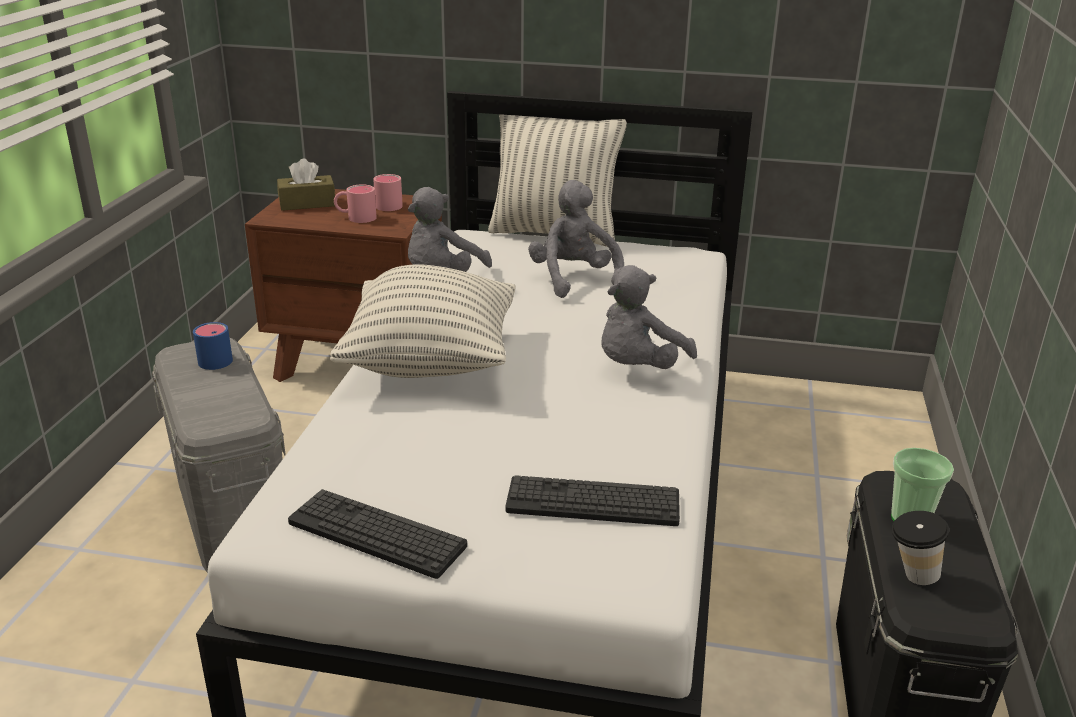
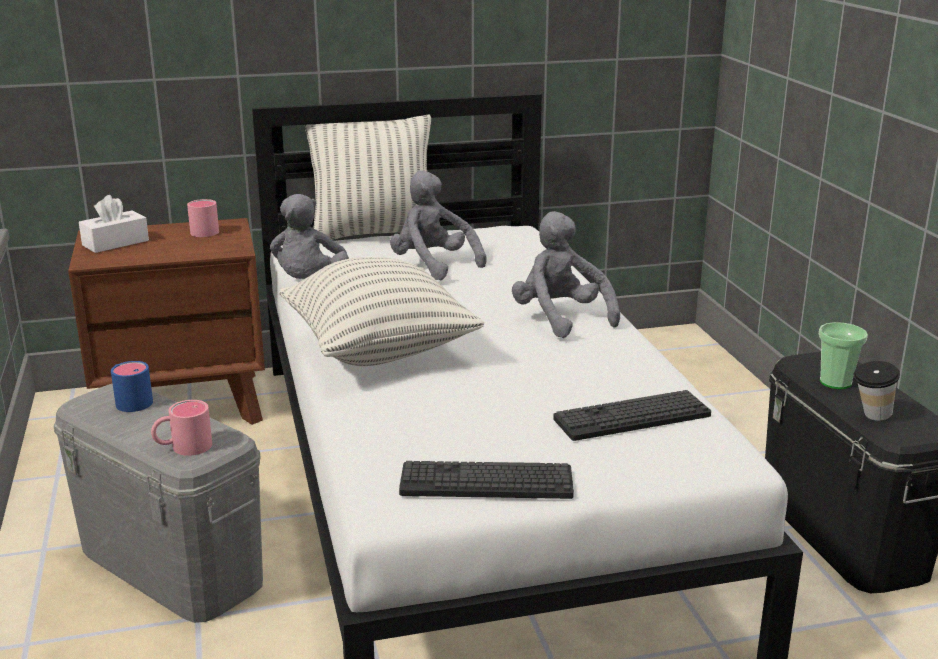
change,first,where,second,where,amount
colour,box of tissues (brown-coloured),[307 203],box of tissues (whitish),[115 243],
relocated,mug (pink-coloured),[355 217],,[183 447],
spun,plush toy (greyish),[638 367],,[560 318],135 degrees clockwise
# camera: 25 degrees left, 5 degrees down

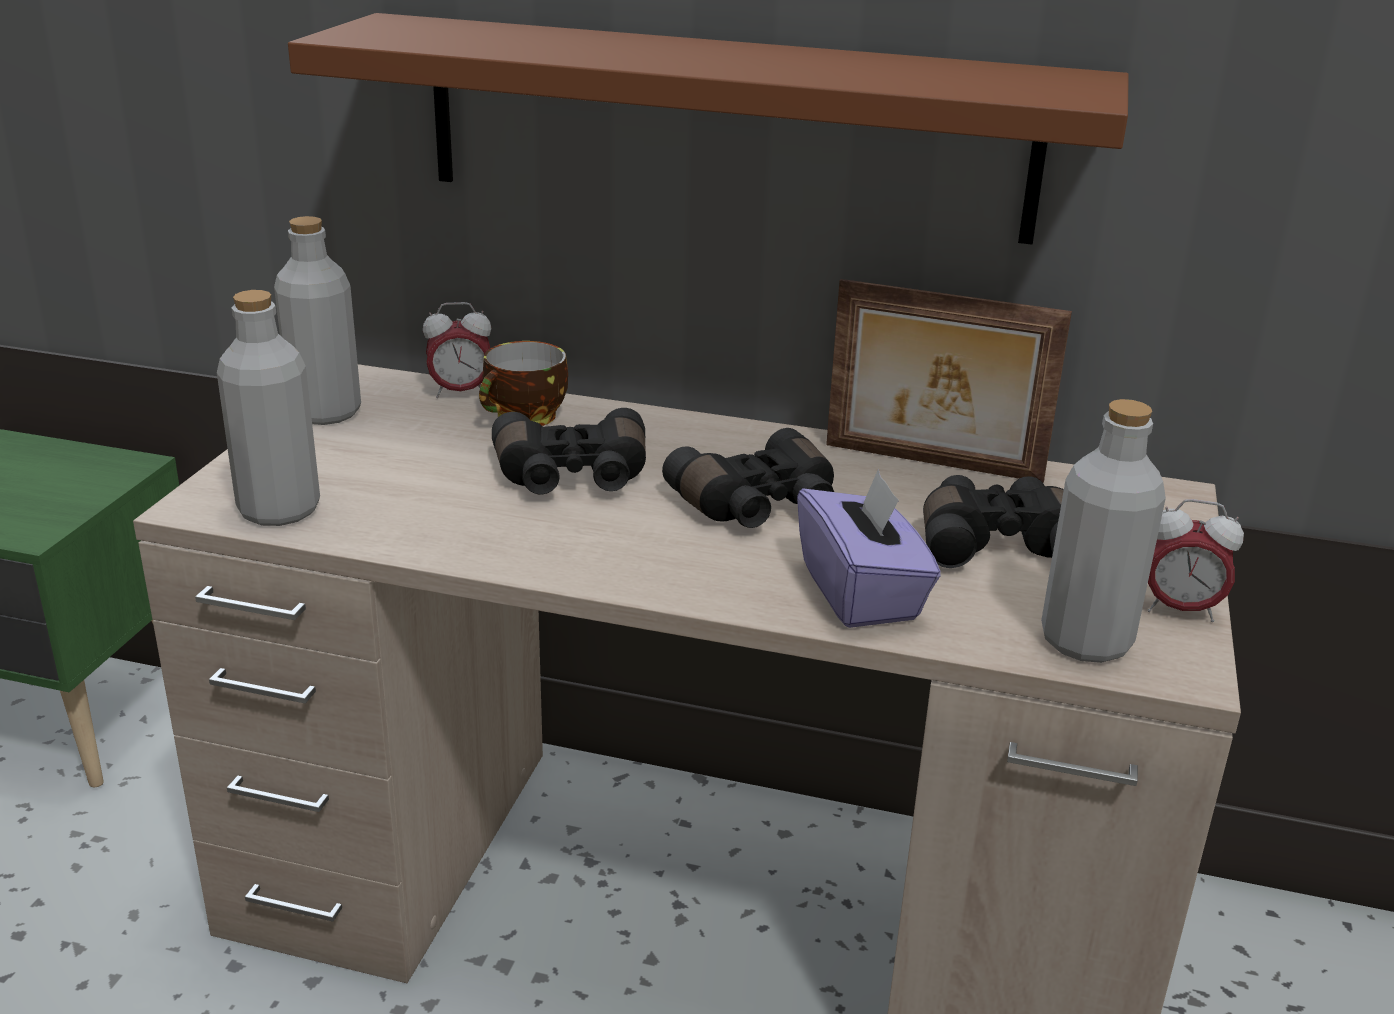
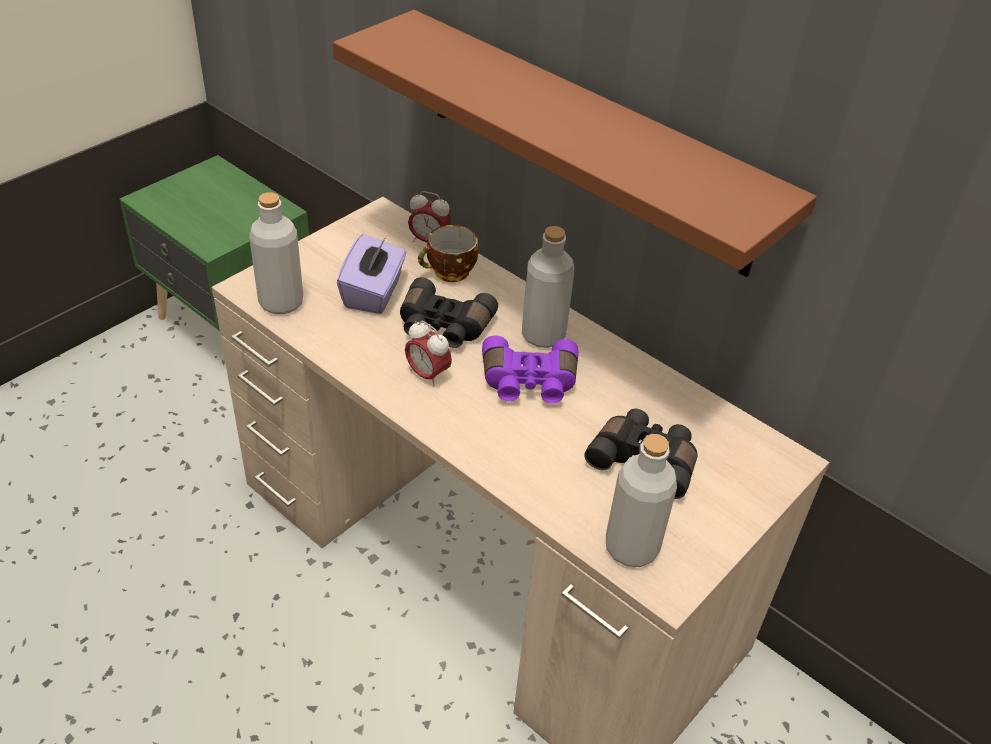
change,first,where,second,where,amount
relocated,beverage bottle (greyish),[325 412],,[543 335],
colour,binoculars (blackish),[758 505],binoculars (purplish),[528 383],
relocated,box of tissues (purplish),[861 593],,[373 293],
missing,standing frame,[932 464],,,
relocated,table clock,[1179 610],,[427 375],
# camera: 25 degrees right, 15 degrees up

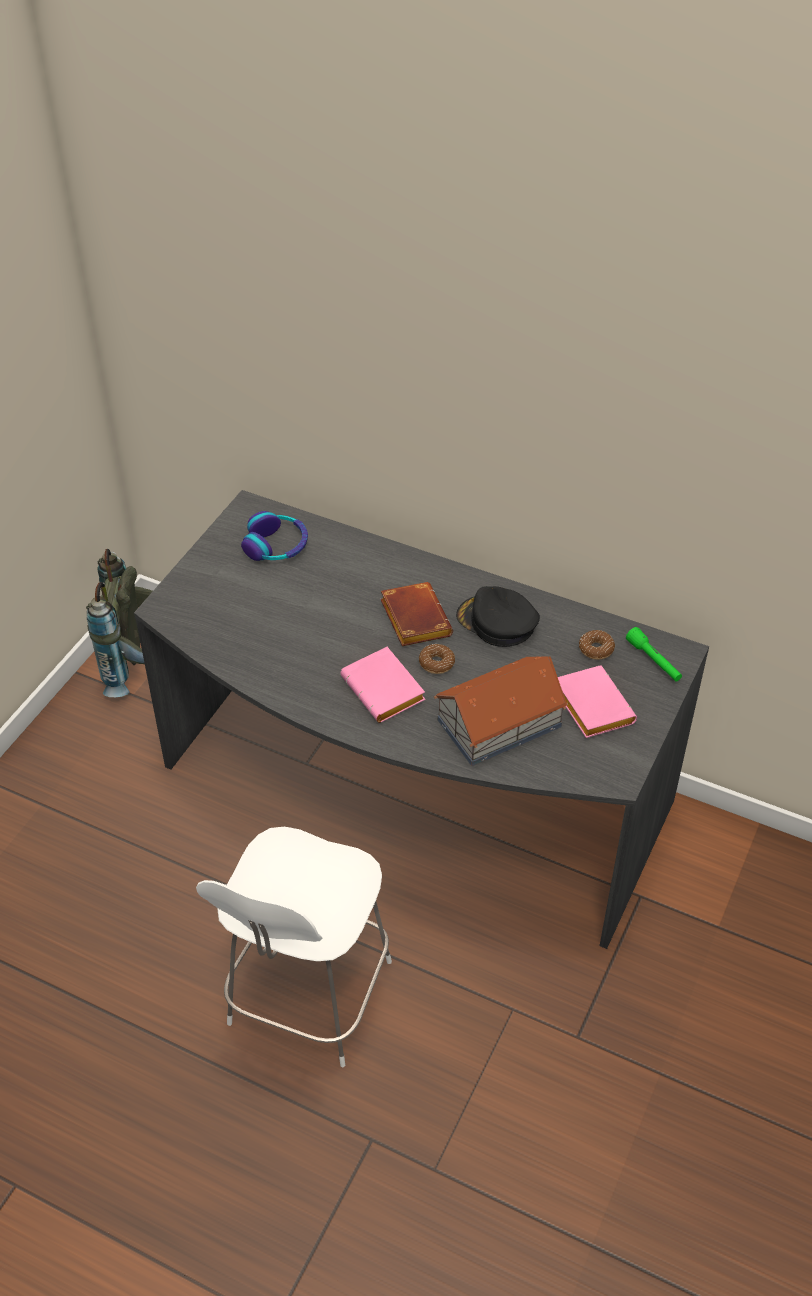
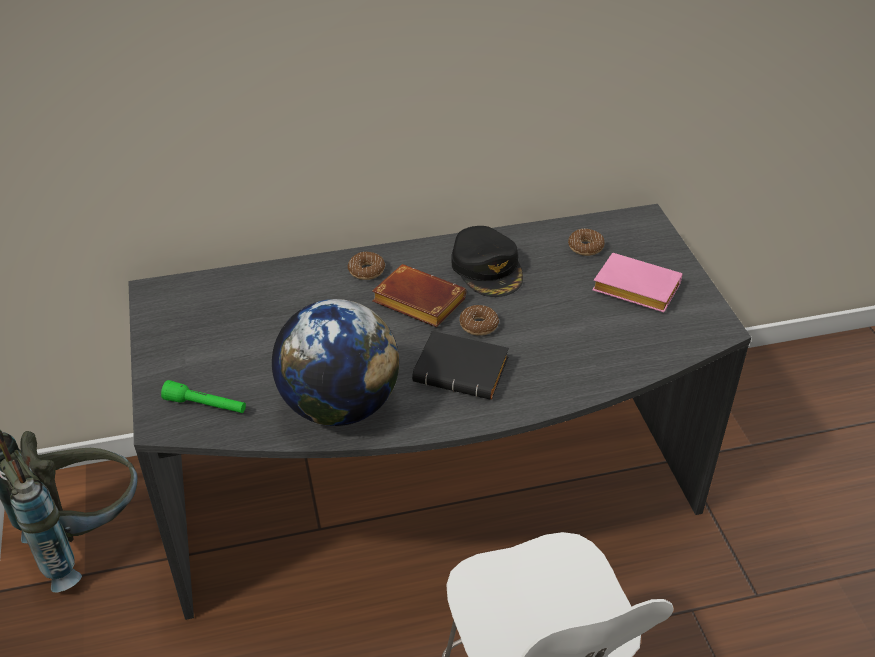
change,first,where,second,where,amount
missing,headphones,[276 546],,,
colour,book (pink-coloured),[386 691],book (blackish),[464 371],
missing,miniature house,[500 723],,,
spun,peaked cap (blackish),[497 622],,[487 268],105 degrees counterclockwise
relocated,flashlight (green),[654 661],,[206 405],
appeared,,,desk globe,[339 406],
appeared,,,ring doughnut,[366 270],
# camera: 40 degrees left, 5 degrees down

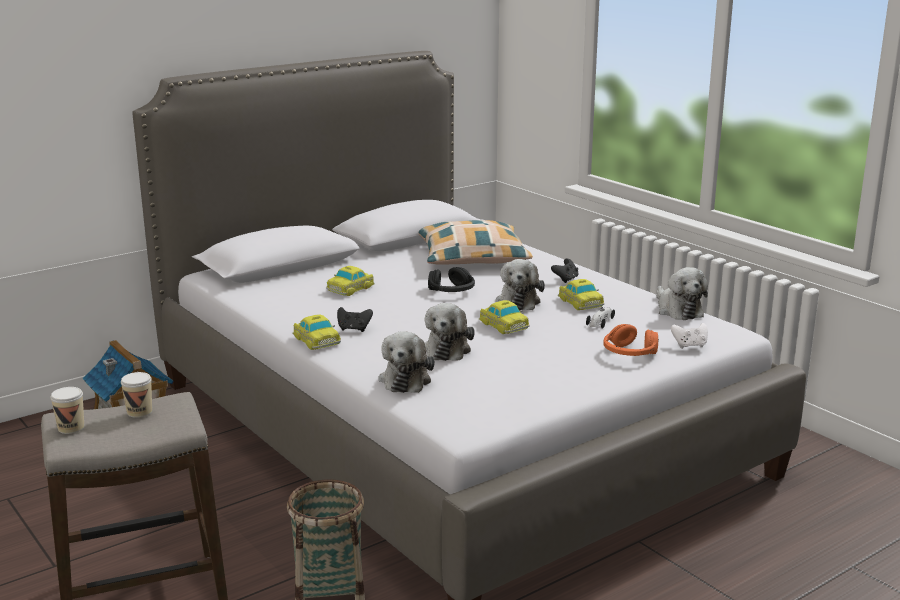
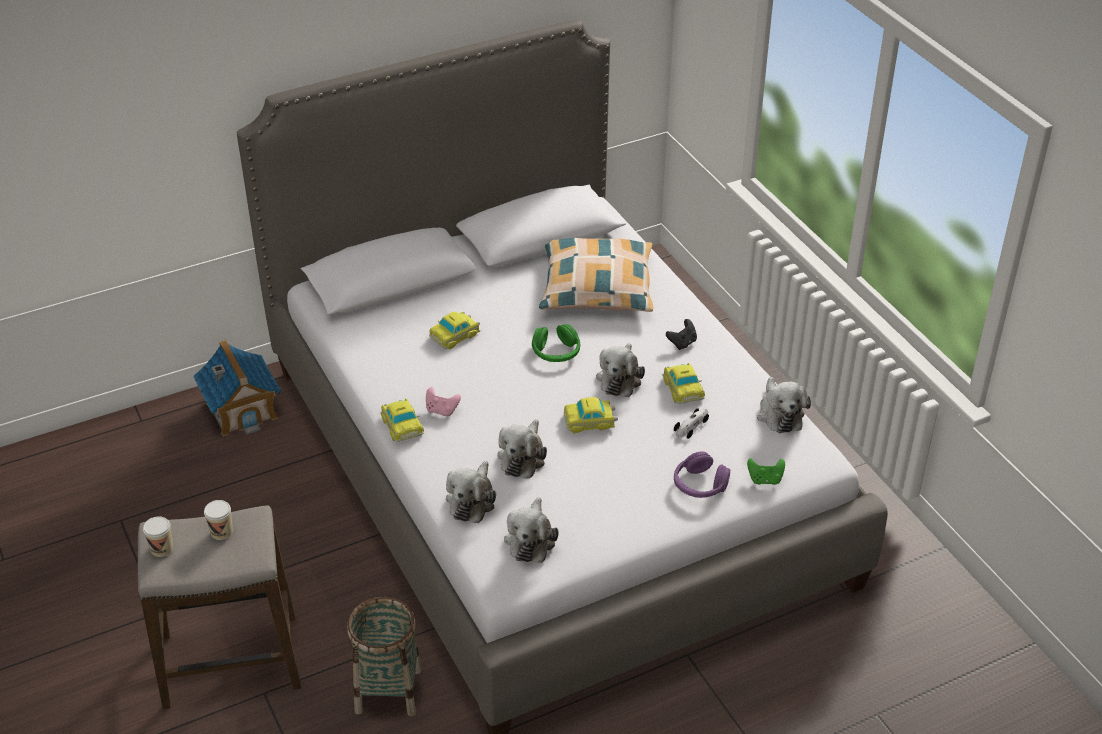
change,first,where,second,where,amount
colour,gamepad (blackish),[354 329],gamepad (pink-coloured),[442 410],
colour,headphones (blackish),[451 291],headphones (green),[556 352],
spun,toy car,[503 325],,[590 421],105 degrees clockwise
colour,headphones (orange-coloured),[629 353],headphones (purplish),[699 485],
colour,gamepad (whitish),[689 346],gamepad (green),[765 479],
appeared,,,plush toy,[531 539],
# camera: 10 degrees right, 20 degrees up

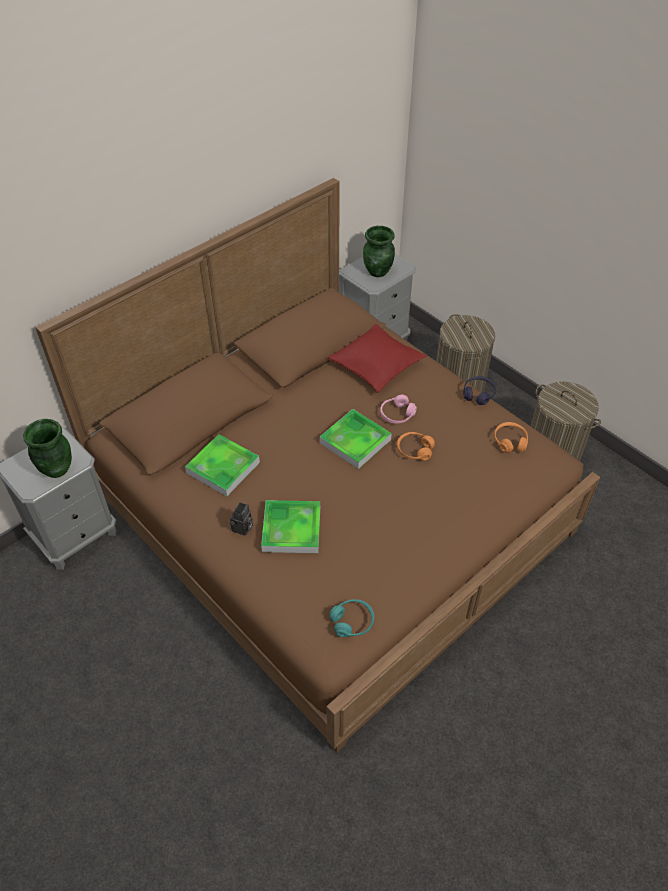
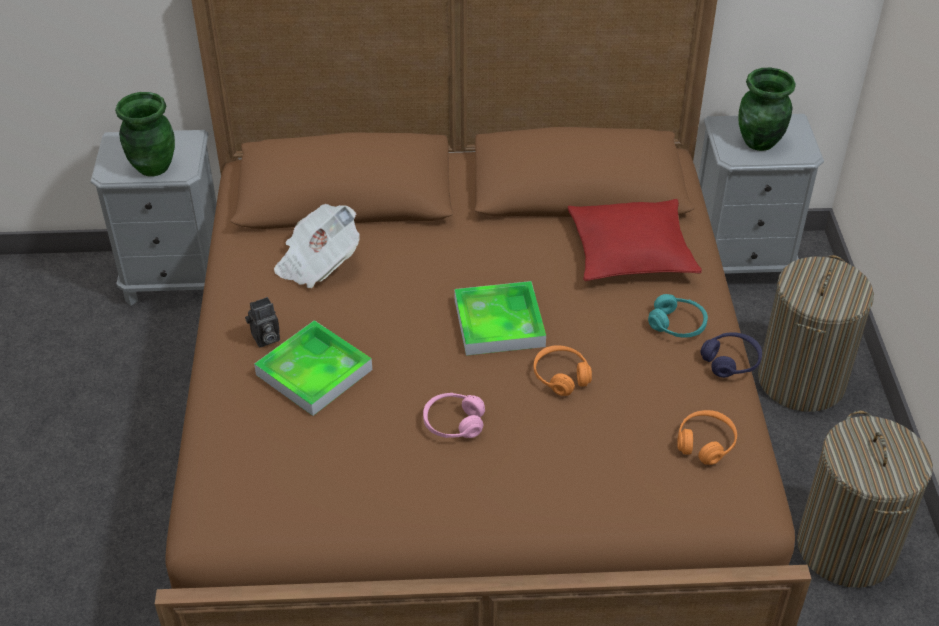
change,first,where,second,where,amount
exchanged,serving tray,[223 467],newspaper,[317 263],
relocated,headphones (turquoise-coloured),[352 622],,[677 325],
relocated,headphones (pink-coloured),[397 414],,[453 423],
# camera: 40 degrees right, 5 degrees down

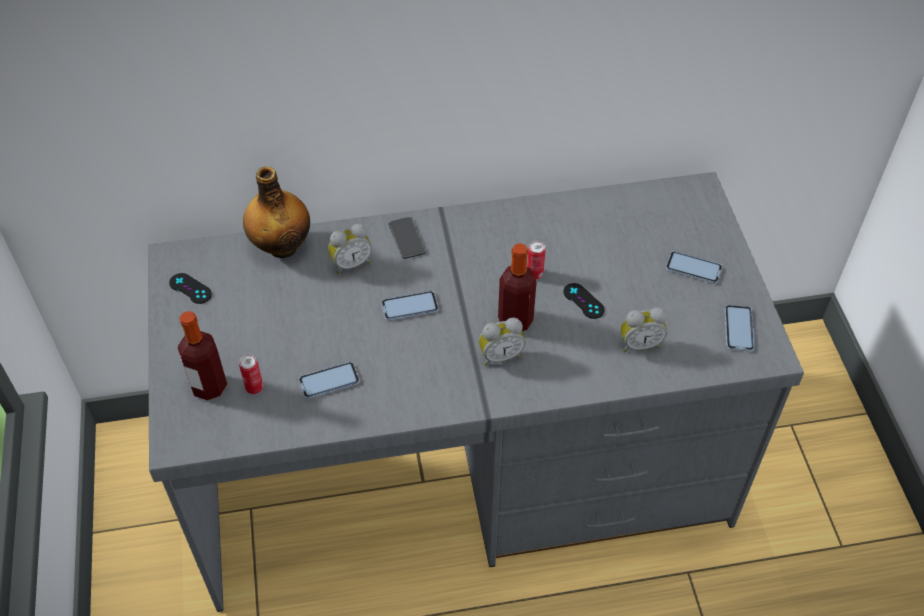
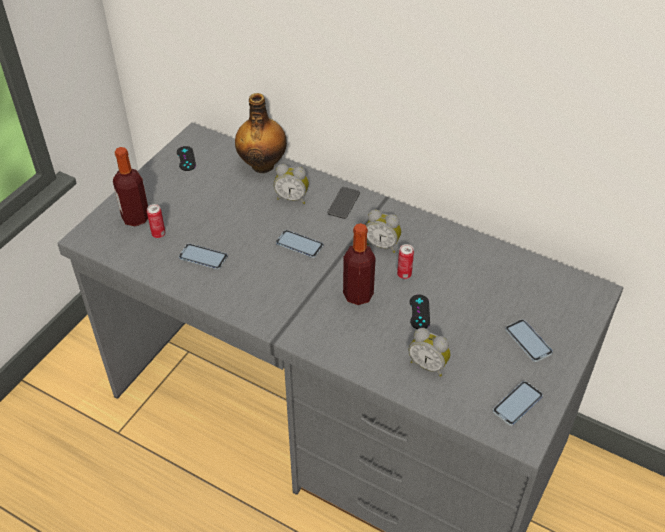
change,first,where,second,where,amount
relocated,table clock,[500 355],,[382 245],
# camera: 40 degrees right, 5 degrees down

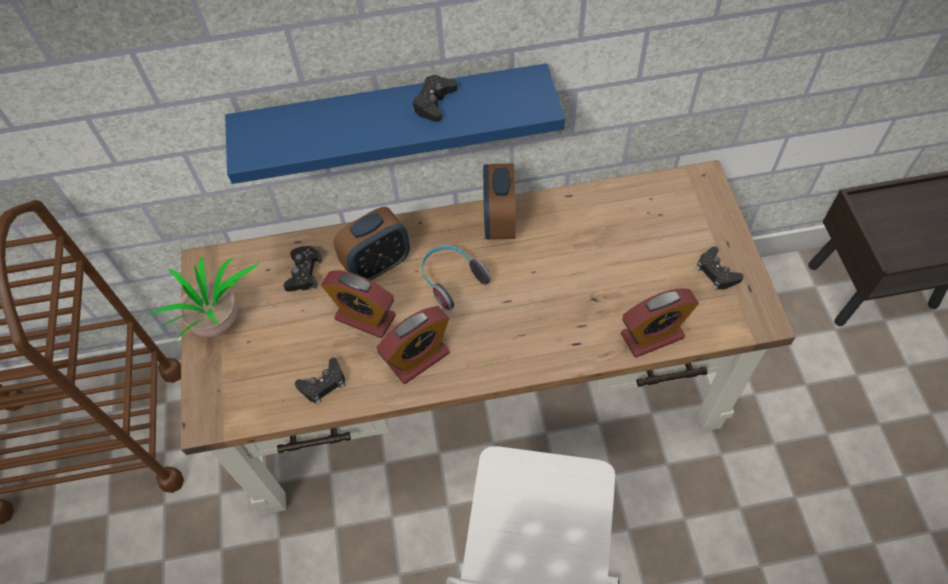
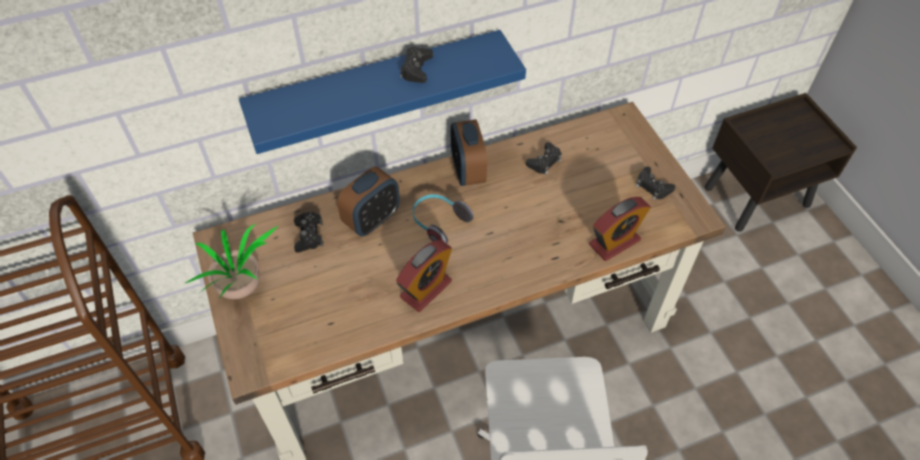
change,first,where,second,where,amount
relocated,gamepad (blackish),[323 384],,[544 162],
missing,table clock,[365 317],,,
# camera: 15 degrees left, 5 degrees down

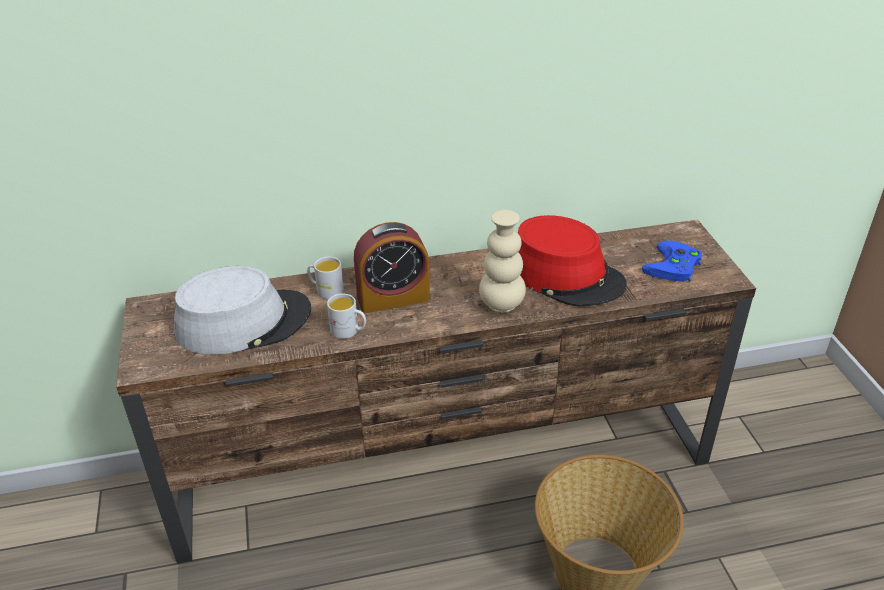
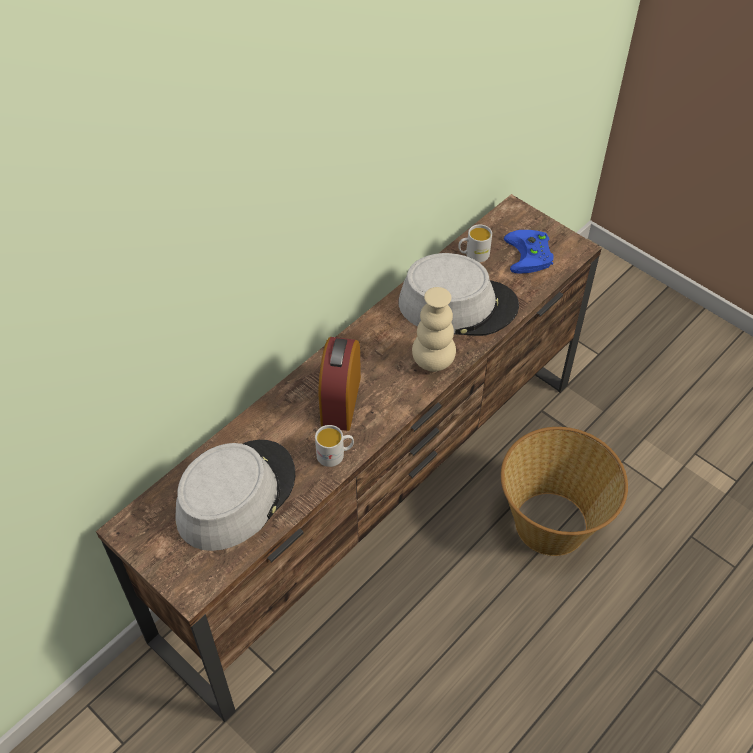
change,first,where,second,where,amount
relocated,mug (whitish),[326 290],,[473 255],
spun,table clock,[393 298],,[341 401],150 degrees clockwise
colour,hat (red),[566 275],hat (greyish),[457 305],
# camera: 35 degrees left, 15 degrees up

